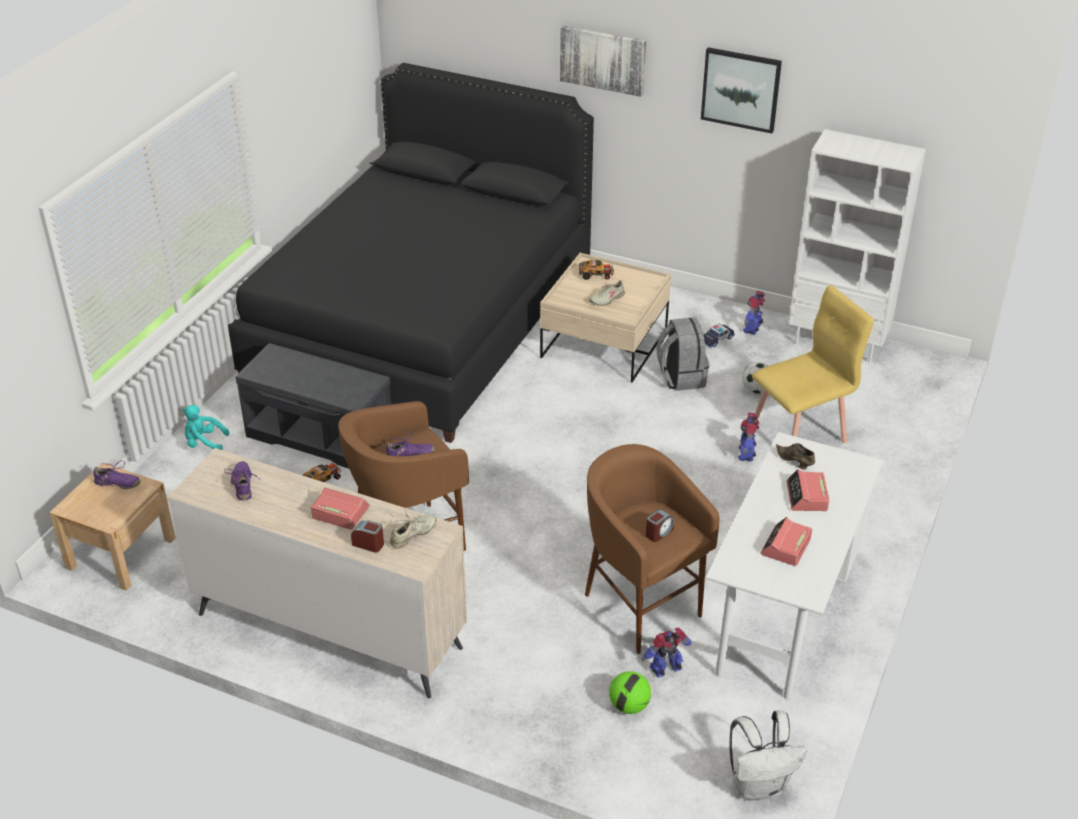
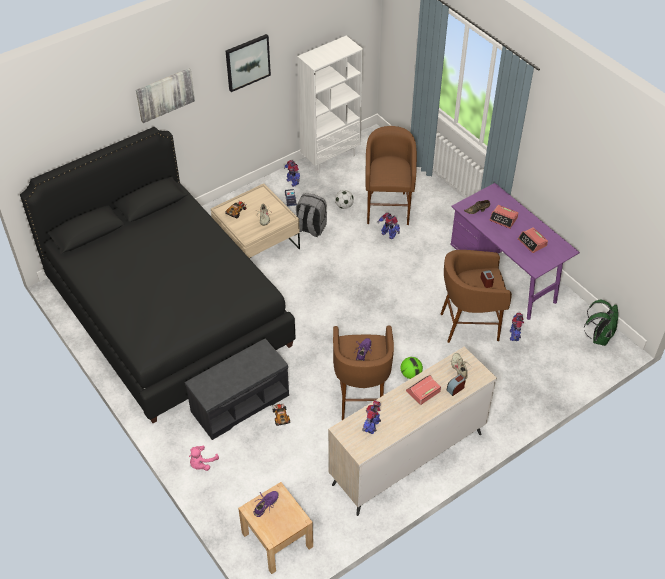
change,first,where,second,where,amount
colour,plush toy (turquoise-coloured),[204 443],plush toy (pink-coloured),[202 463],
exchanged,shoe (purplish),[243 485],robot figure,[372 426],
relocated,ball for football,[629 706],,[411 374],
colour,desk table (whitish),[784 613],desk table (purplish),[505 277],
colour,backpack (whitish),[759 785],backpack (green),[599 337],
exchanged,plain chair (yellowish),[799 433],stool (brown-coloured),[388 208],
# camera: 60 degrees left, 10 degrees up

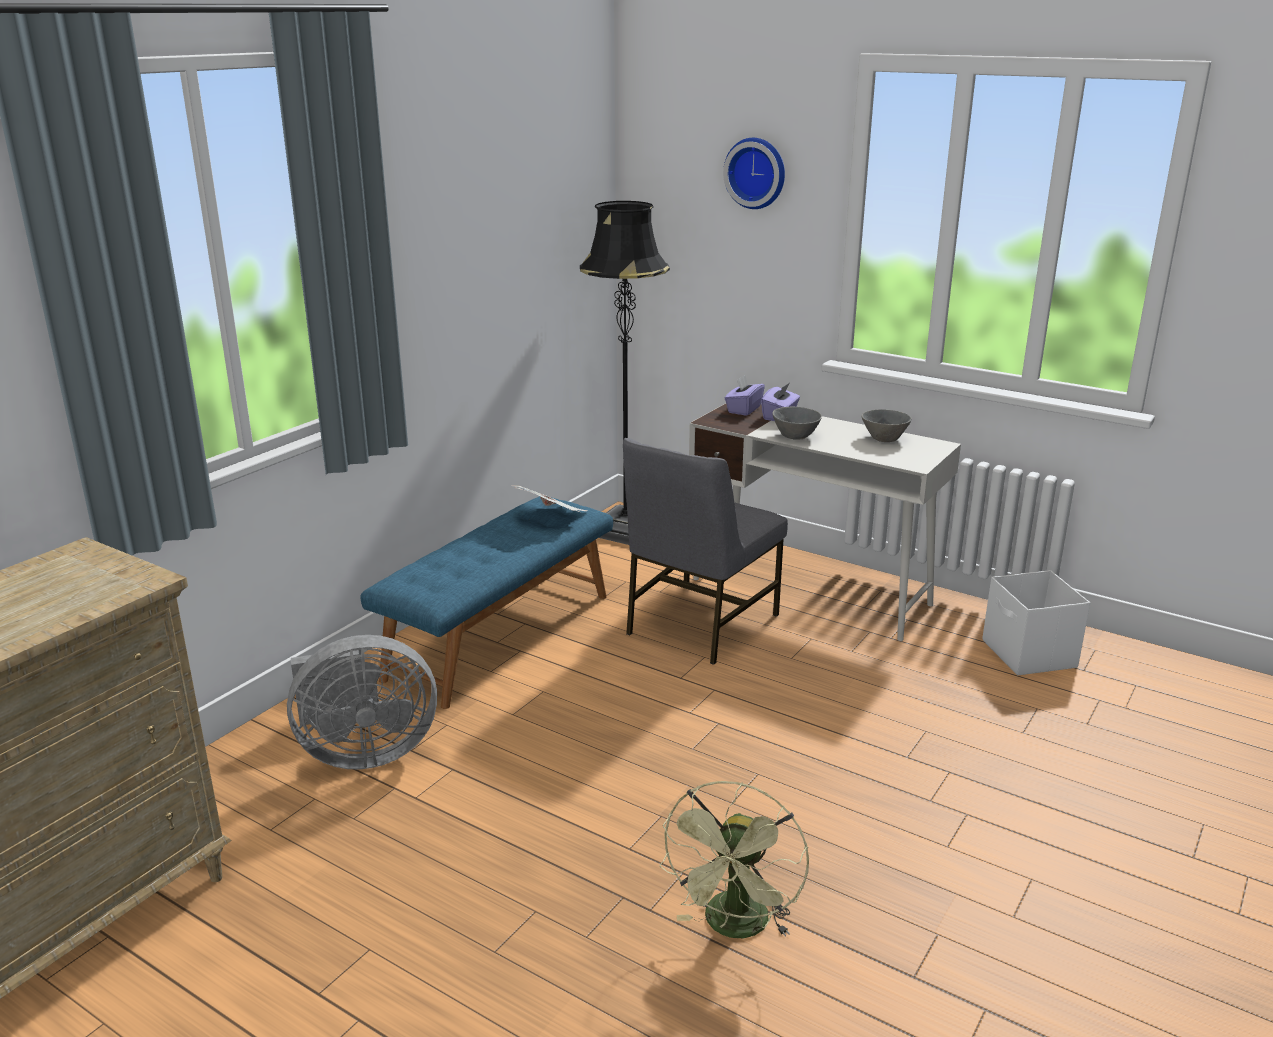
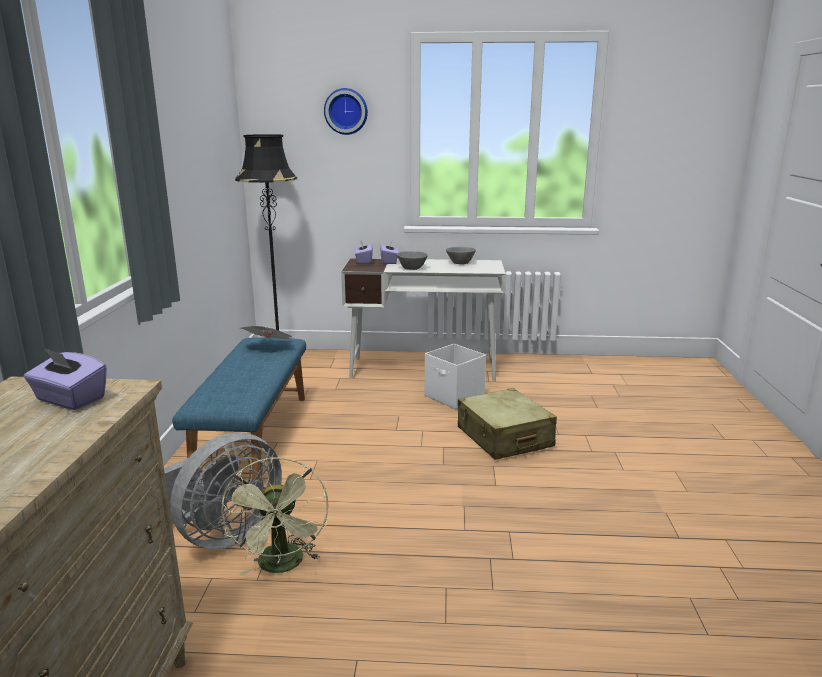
change,first,where,second,where,amount
missing,plain chair (greyish),[699 624],,,
relocated,electric fan (green),[735 928],,[282 566],
relocated,storage bin (whitish),[1028 655],,[454 397],
appeared,,,box of tissues (purplish),[70 400],
appeared,,,suitcase (beige),[504 437],
# camera: 30 degrees left, 5 degrees down

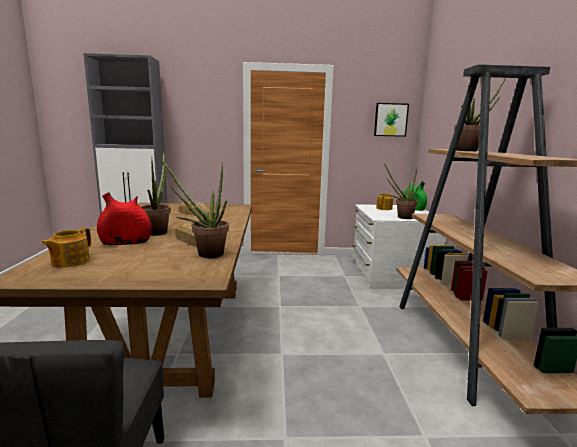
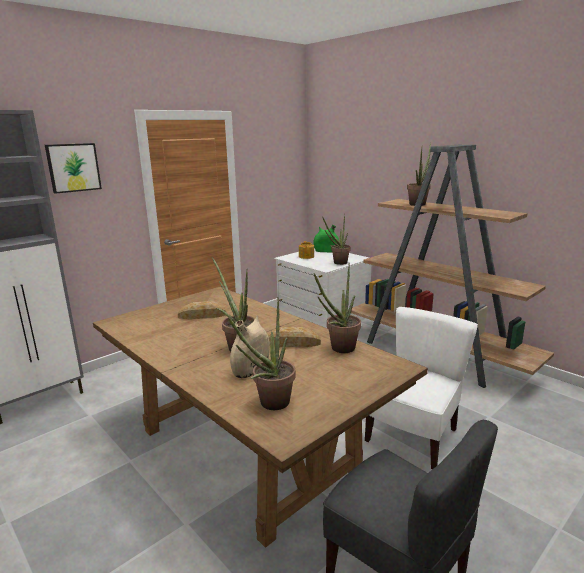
change,first,where,second,where,amount
exchanged,tea pot,[69 262],plant in a pot,[270 405],
colour,vase (red),[126 243],vase (beige),[251 368],
relocated,wall picture,[390 120],,[73 167],
appeared,,,plain chair (whitish),[413 436],
# camera: 40 degrees left, 5 degrees up

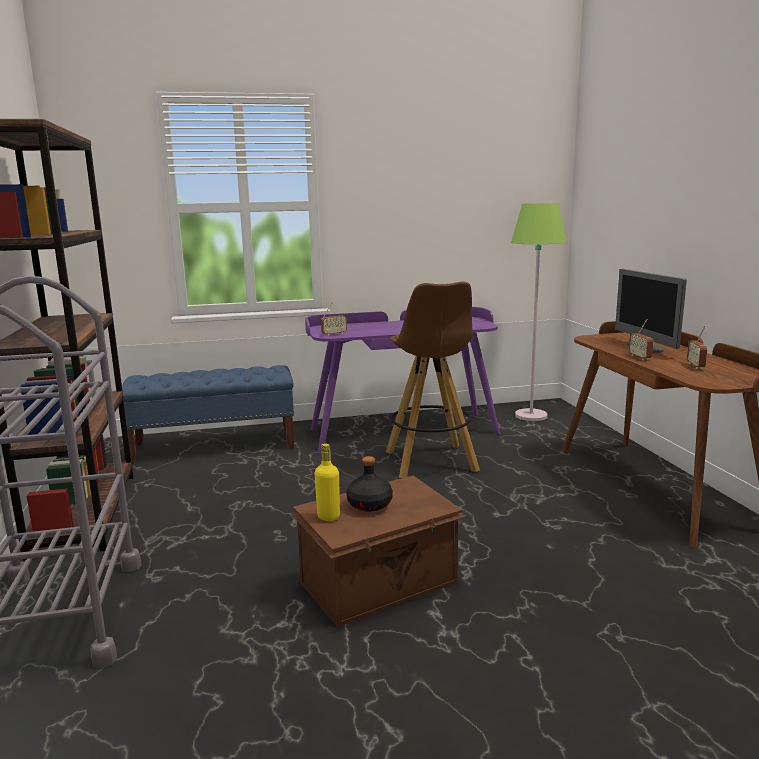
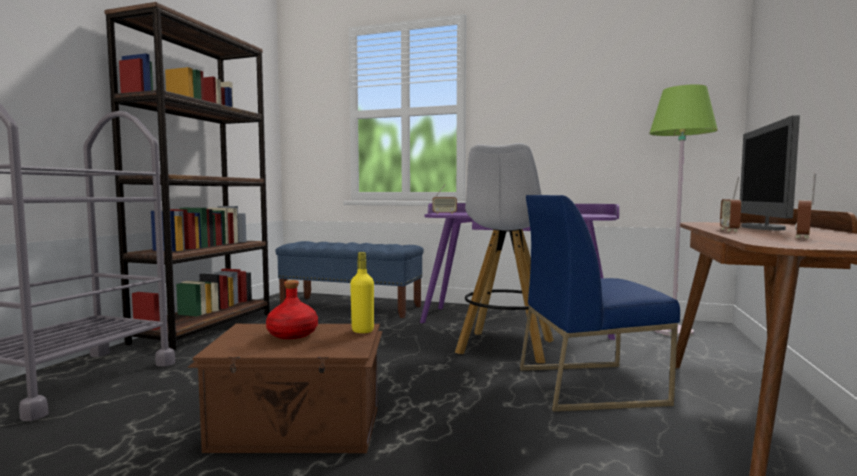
change,first,where,second,where,amount
relocated,beverage bottle (yellowish),[328 516],,[362 330],
colour,beverage bottle (blackish),[369 504],beverage bottle (red),[292 334],
colour,stool (brown-coloured),[431 462],stool (whitish),[505 348],
appeared,,,plain chair (bluish),[590 385],
# camera: 30 degrees right, 10 degrees down

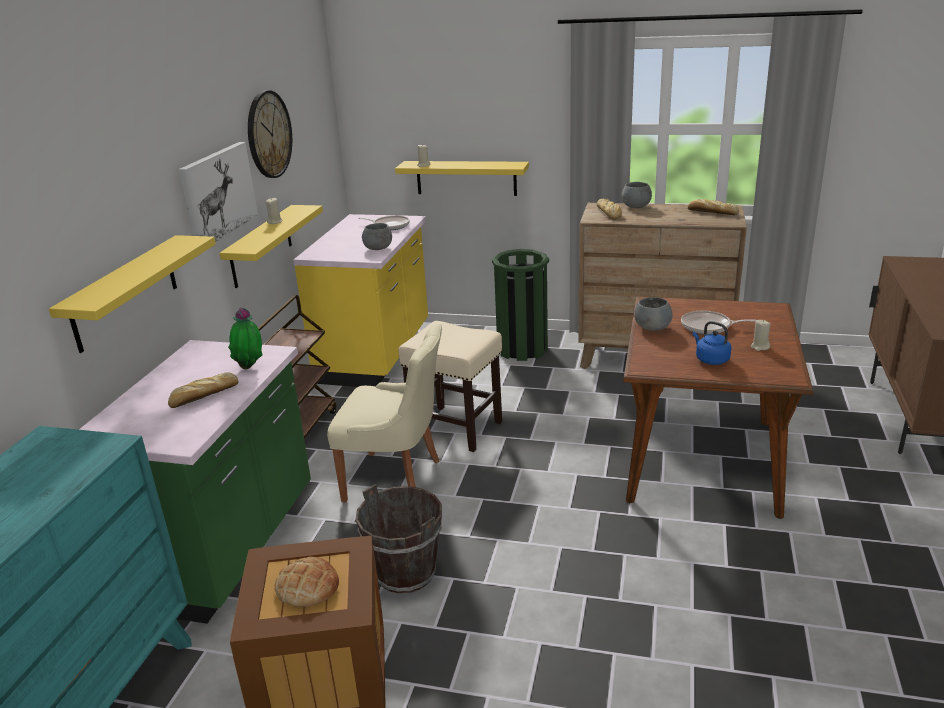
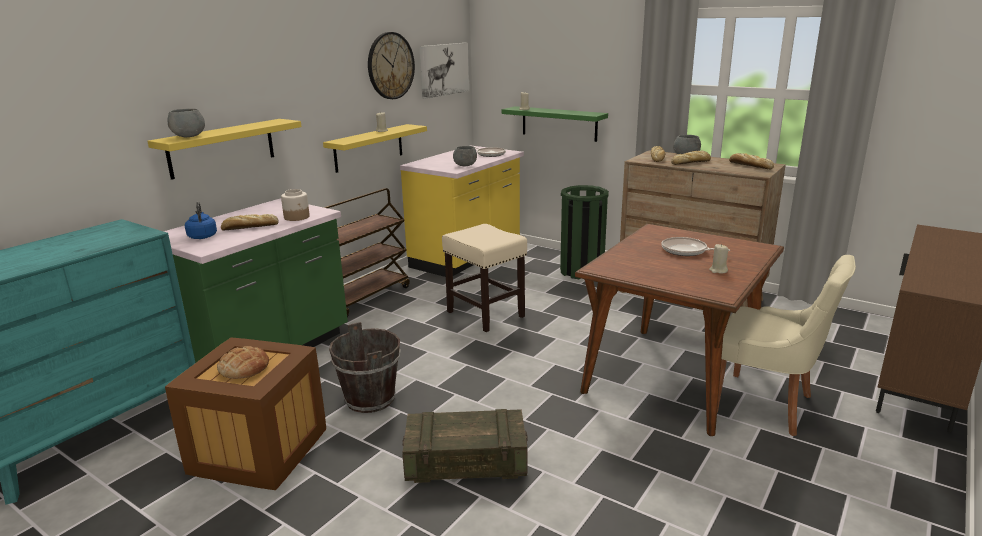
change,first,where,second,where,amount
relocated,wall picture,[217 193],,[443 69],
exchanged,plant in a pot,[250 367],preserve jar,[297 217],
relocated,plain chair (beige),[396 480],,[766 405],
colour,wall shelf (yellowish),[466 178],wall shelf (green),[559 123],
relocated,serving bowl (greyish),[652 328],,[189 136],
relocated,tea kettle (bluish),[710 359],,[202 236],
appeared,,,crate,[466 462],
appeared,,,bakery bread,[691 162],
# camera: 20 degrees right, 5 degrees down

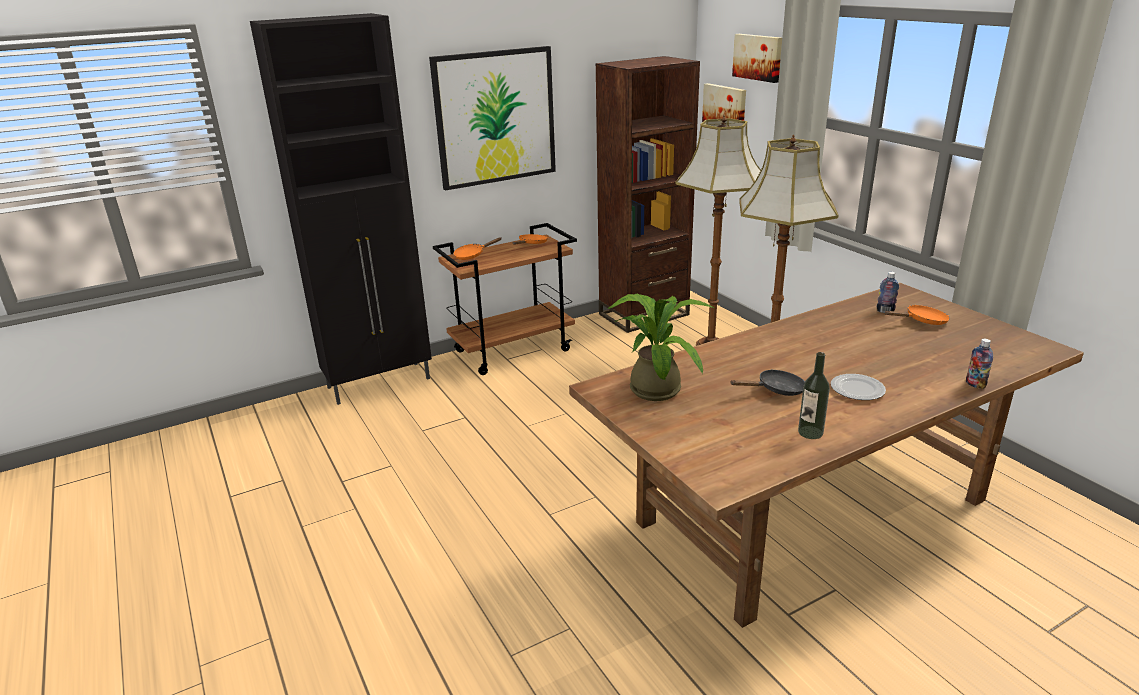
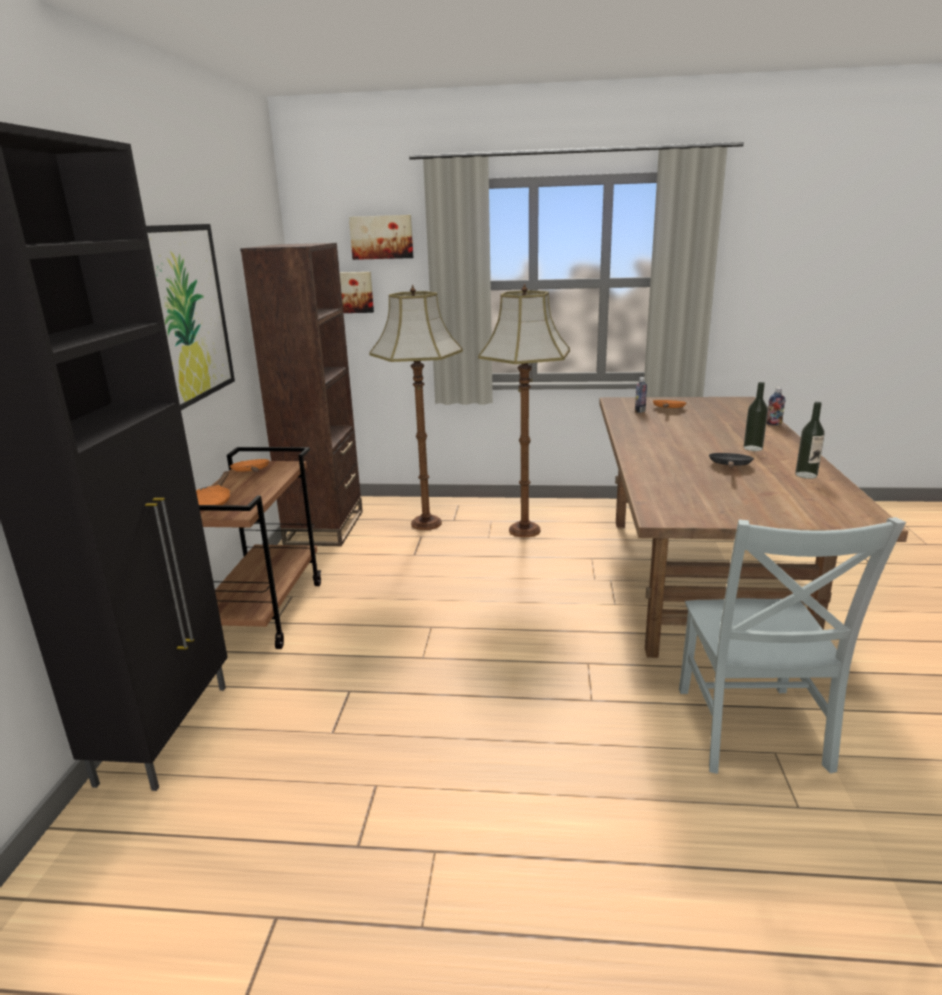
change,first,where,second,where,amount
missing,plant in a pot,[655 386],,,
exchanged,dinner plate,[857 390],beverage bottle,[753 448],
appeared,,,plain chair (greyish),[752 732],
# camera: 55 degrees left, 5 degrees down

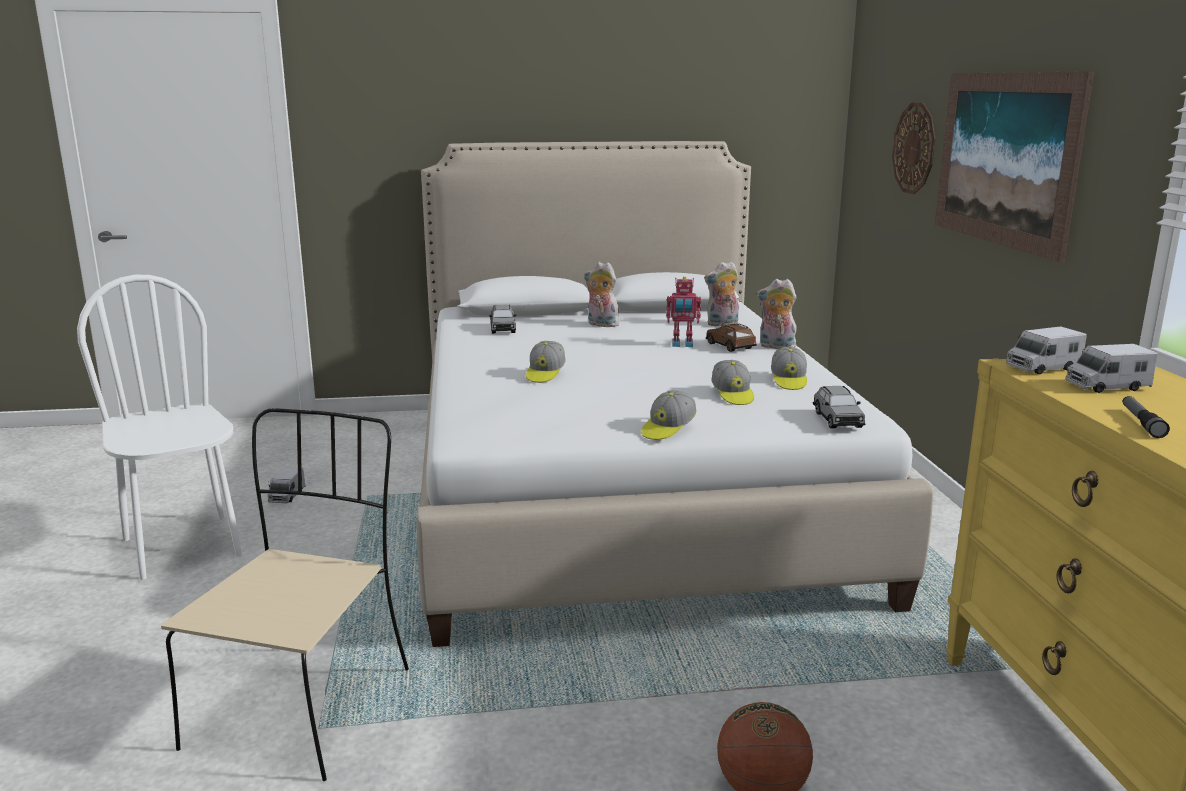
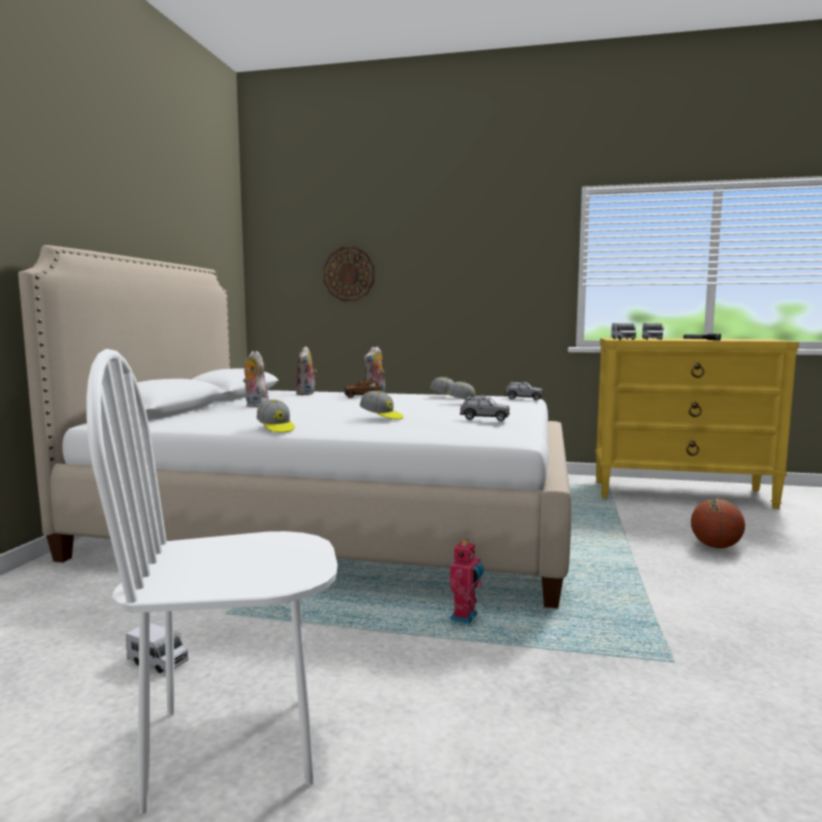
change,first,where,second,where,amount
missing,plain chair (beige),[303 704],,,
relocated,toy car (greyish),[503 329],,[484 418],
spun,plush toy,[601 325],,[255 405],90 degrees clockwise
relocated,peaked cap,[668 429],,[276 428],
relocated,robot figure,[682 345],,[465 618],
missing,wall picture,[1005 159],,,
# camera: 70 degrees left, 10 degrees down

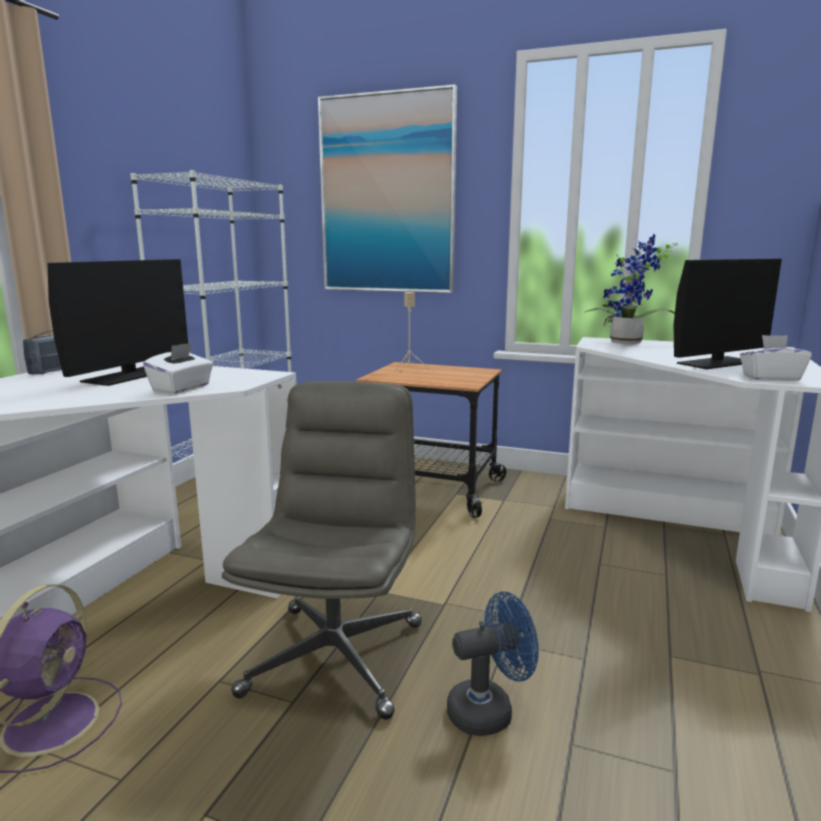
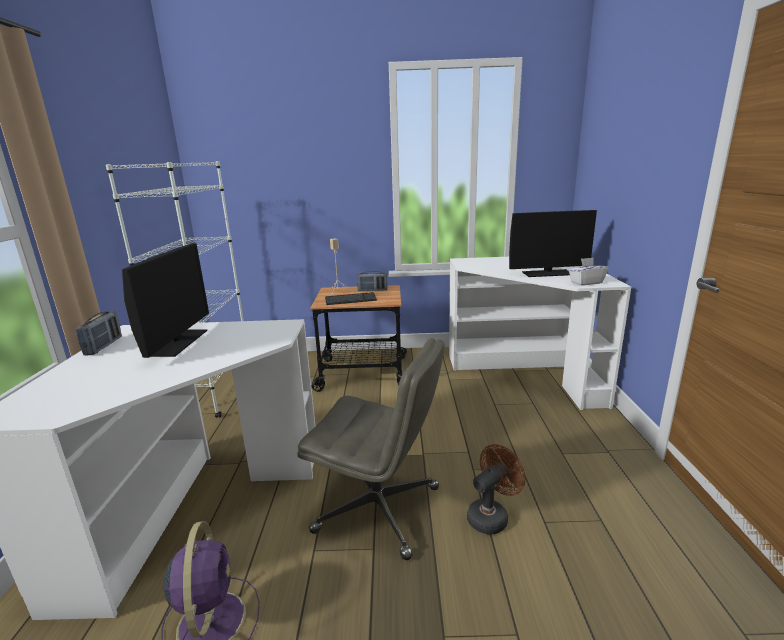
change,first,where,second,where,amount
missing,box of tissues (whitish),[182 389],,,
spun,office chair (greyish),[335 656],,[379 509],120 degrees clockwise
missing,wall picture,[387 195],,,
colour,electric fan (bluish),[489 710],electric fan (brown-coloured),[491 516],
missing,plant in a pot,[627 343],,,
spun,computer display,[717 363],,[547 273],45 degrees clockwise
appeared,,,PC keyboard,[350 300],
appeared,,,radio set,[372 290],
# camera: 20 degrees left, 5 degrees up

